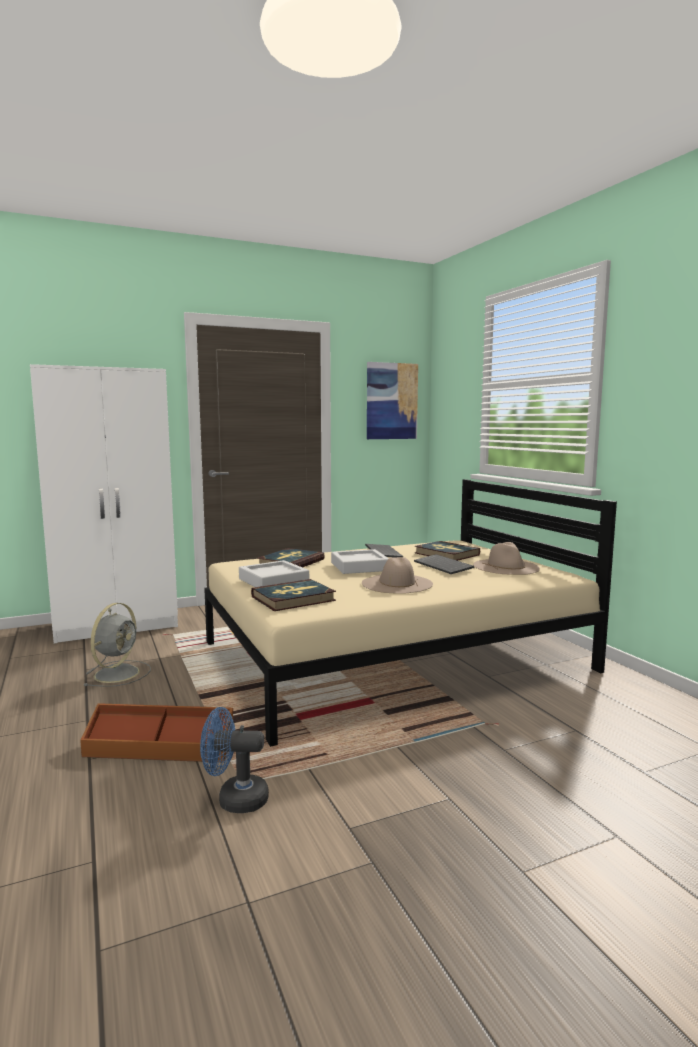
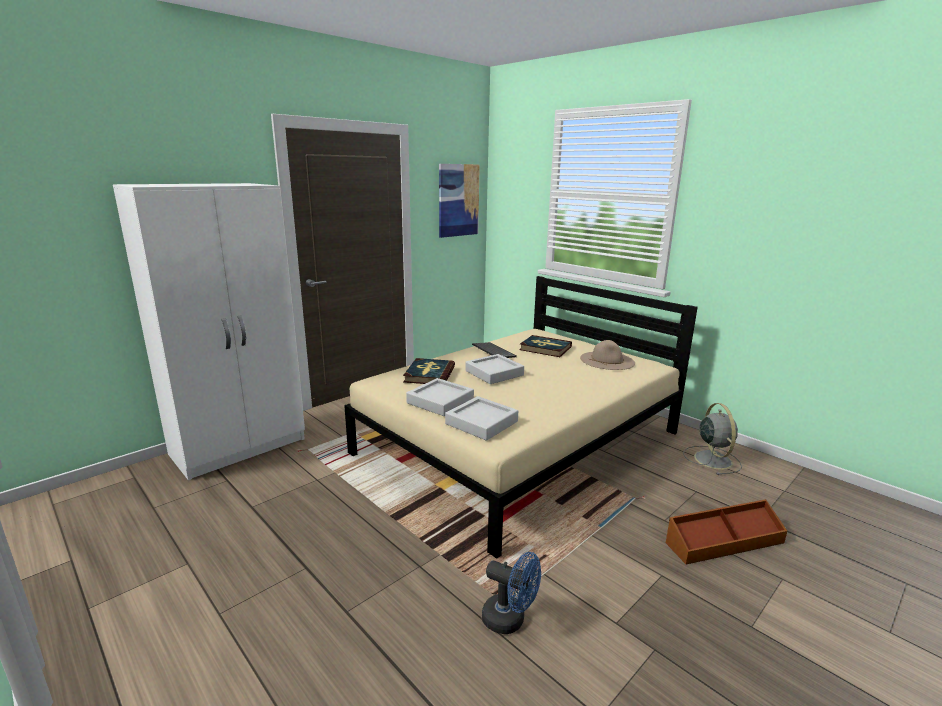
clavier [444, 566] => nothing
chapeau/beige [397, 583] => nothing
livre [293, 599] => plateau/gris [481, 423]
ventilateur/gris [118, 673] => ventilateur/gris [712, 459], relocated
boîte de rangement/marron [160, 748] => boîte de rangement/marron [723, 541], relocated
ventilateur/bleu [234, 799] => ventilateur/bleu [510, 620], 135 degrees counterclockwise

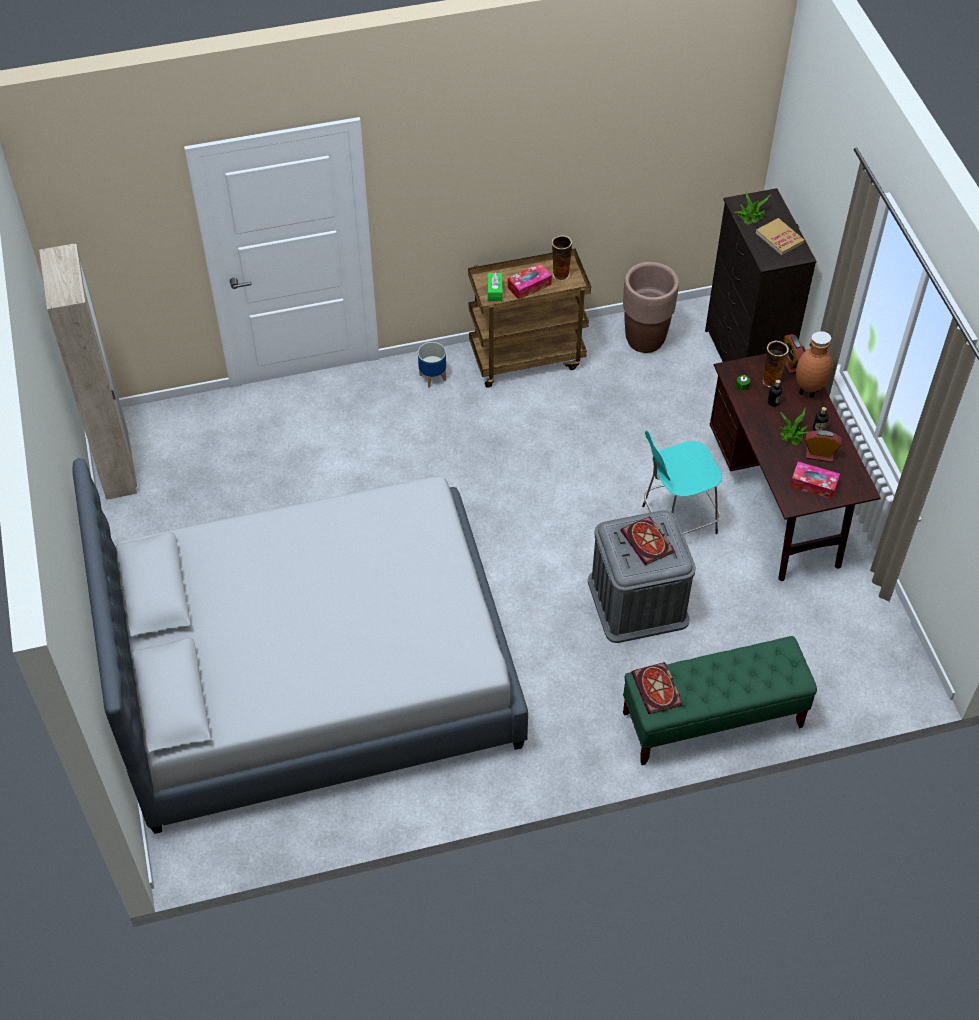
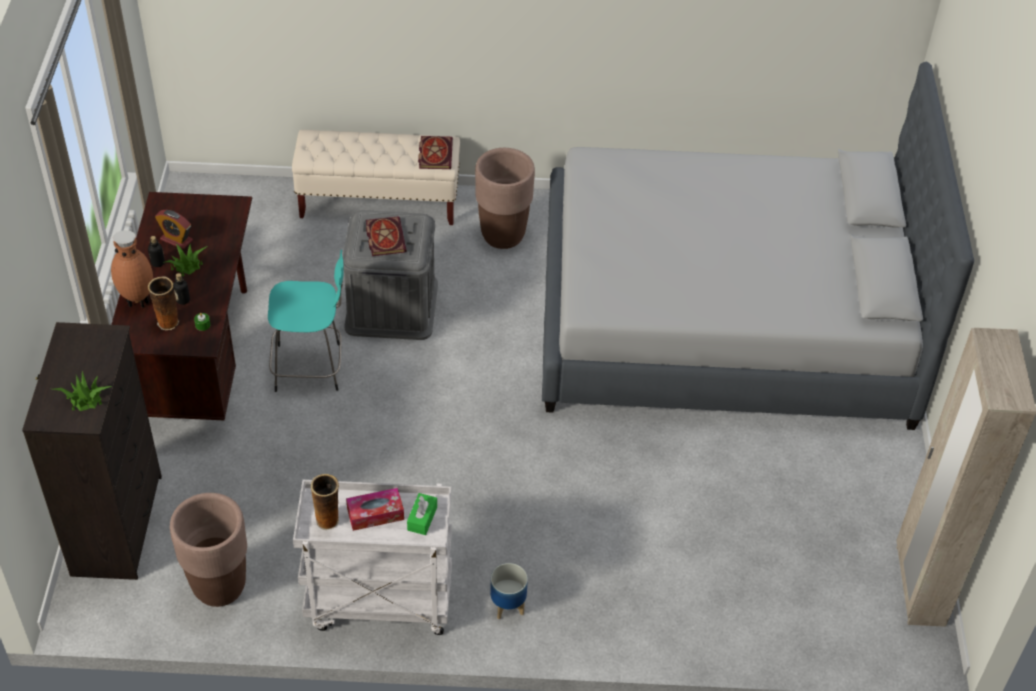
livre [779, 238] => nothing
chariot/marron [527, 357] => chariot/blanc [378, 603]
réveil [791, 363] => nothing
boîte à mouchoirs [813, 485] => nothing
banc/vert [712, 720] => banc/beige [379, 203]
nothing => cache-pot/marron [503, 235]

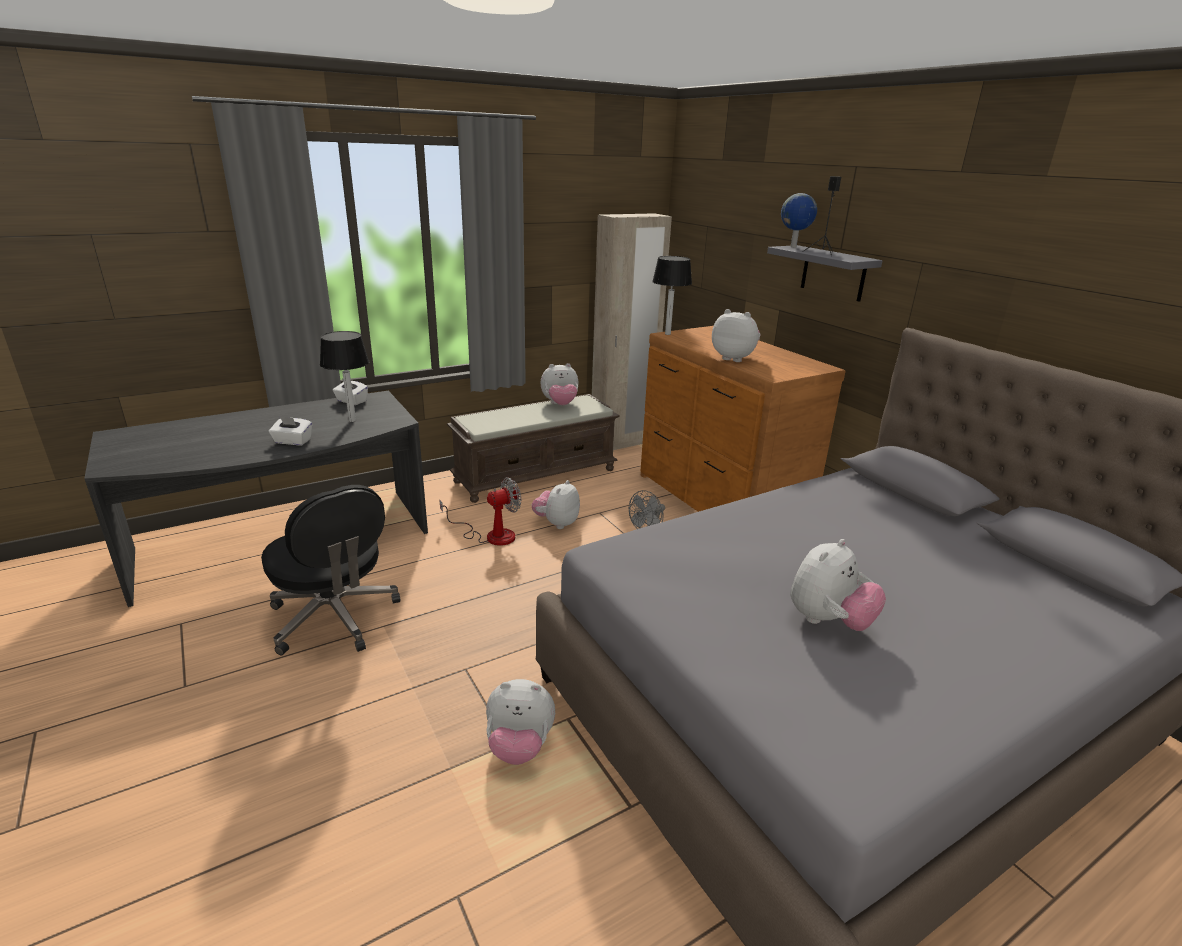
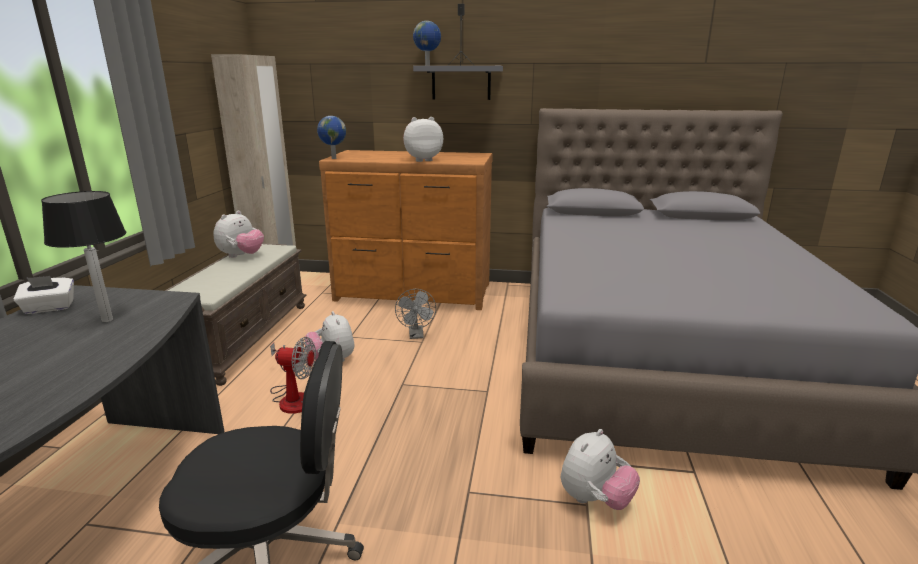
lampe de table [667, 334] => globe [333, 158]
boîte à mouchoirs/blanc [293, 441] => nothing
ventilateur [491, 535] => ventilateur [293, 397], 90 degrees clockwise
peluche [828, 621] => nothing

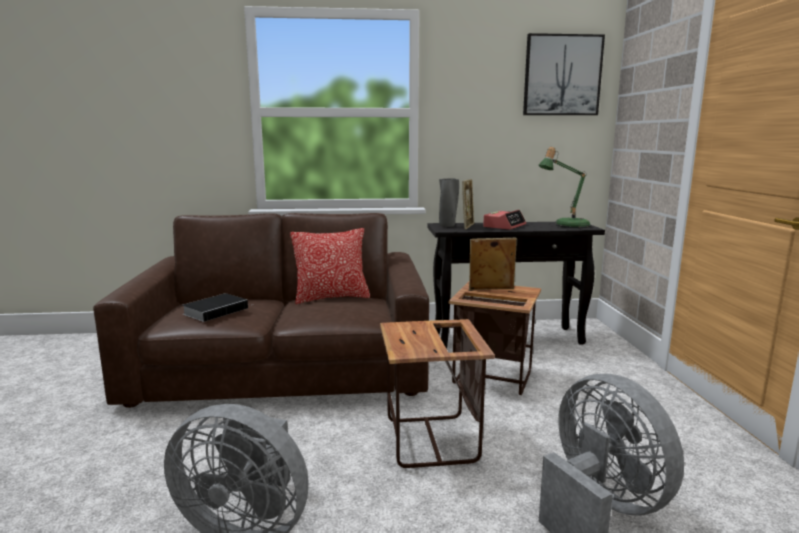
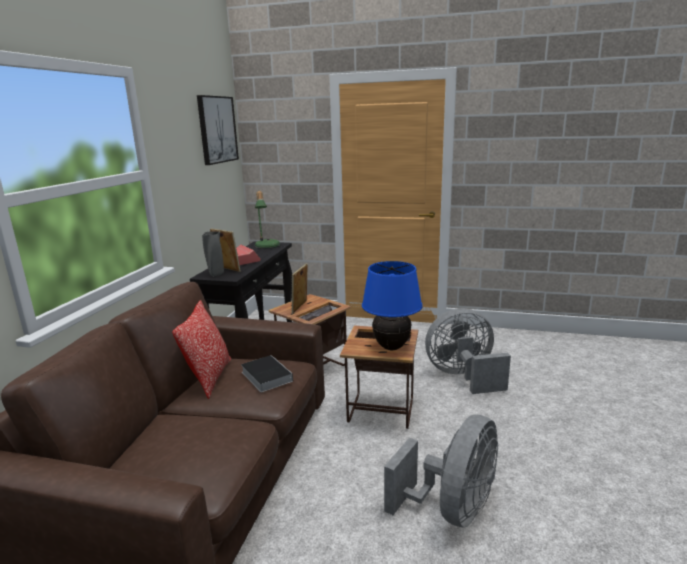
livre [217, 310] => livre [265, 376], relocated
nothing => lampe de table/bleu [391, 347]

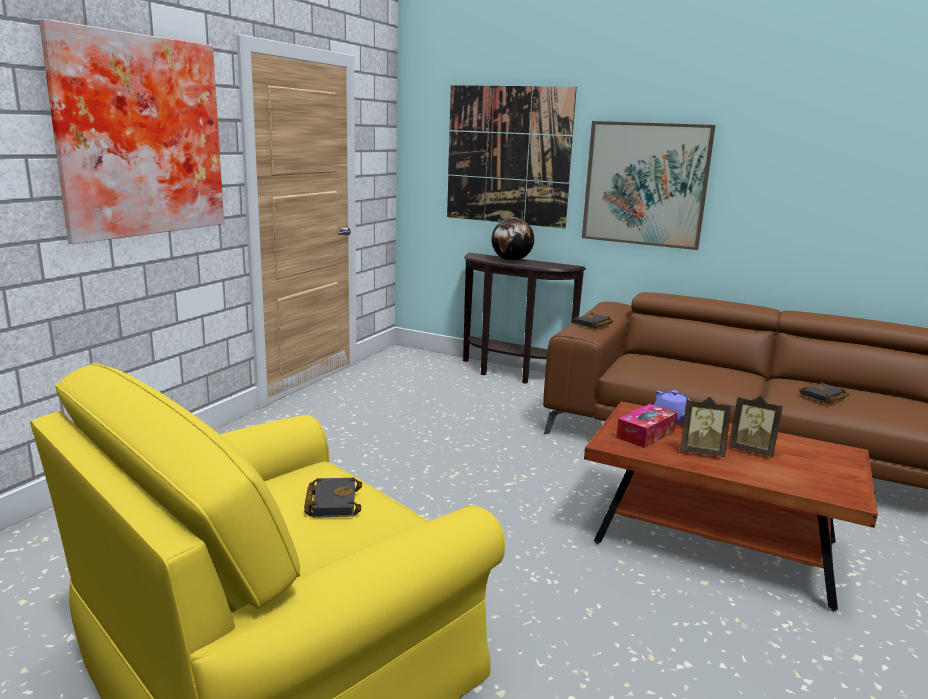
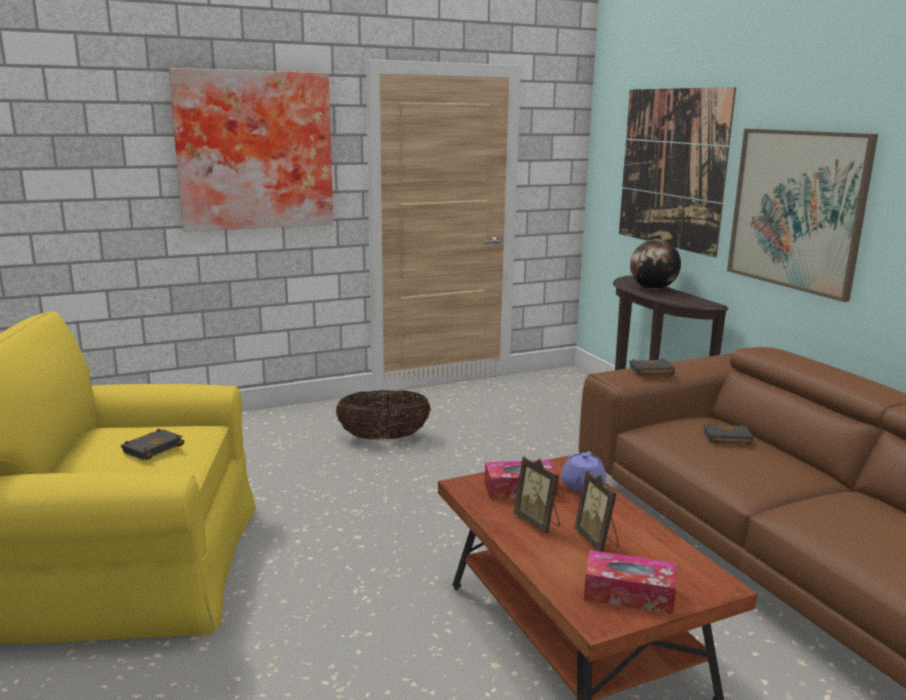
livre/noir [824, 397] => livre/noir [726, 439], relocated
nothing => panier [384, 438]
nothing => boîte à mouchoirs [628, 593]

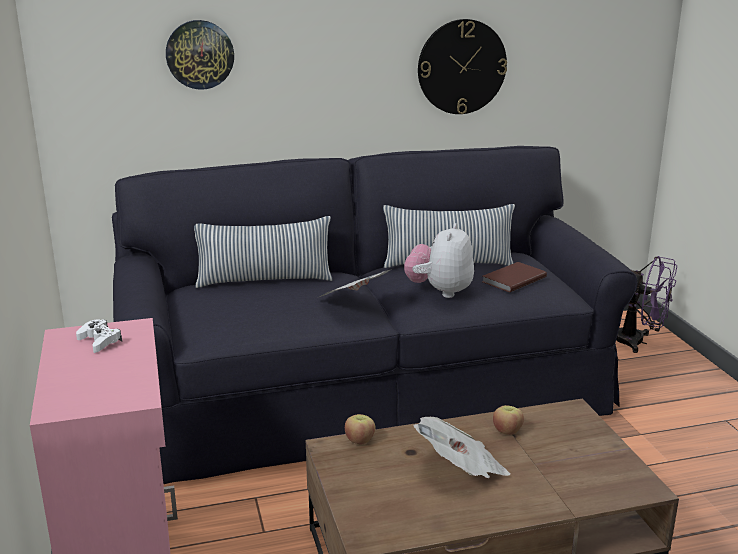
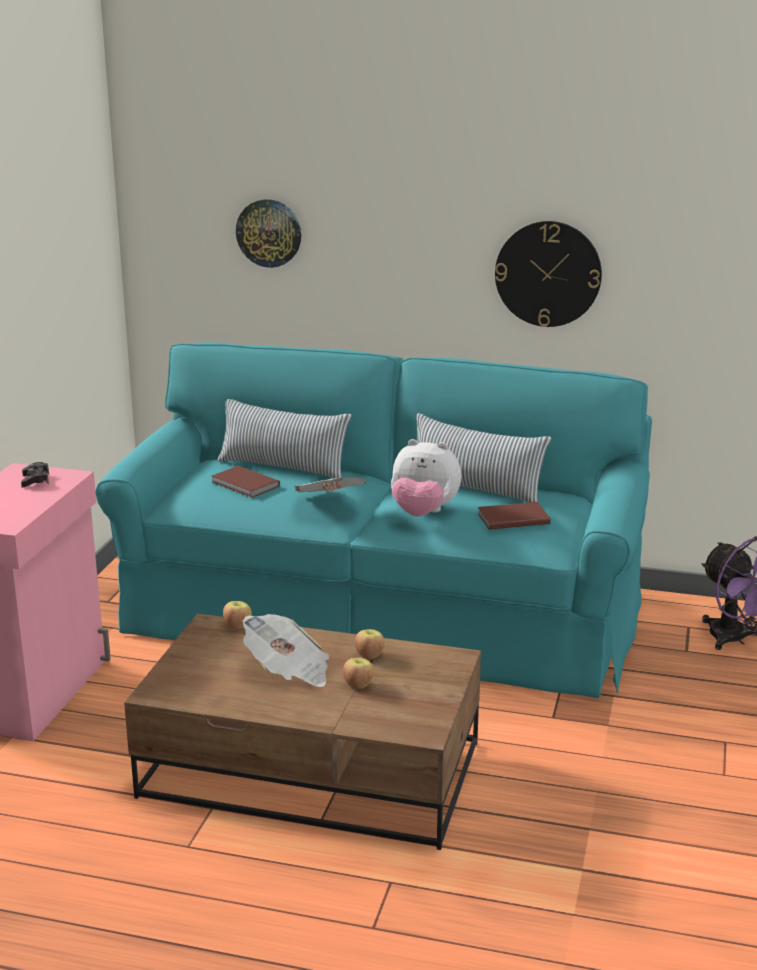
canapé/noir [369, 394] => canapé/turquoise [378, 611]
peluche [440, 291] => peluche [423, 513], 120 degrees counterclockwise
manette/blanc [99, 341] => manette/noir [35, 480]
nothing => livre/marron [244, 485]
nothing => pomme [358, 685]

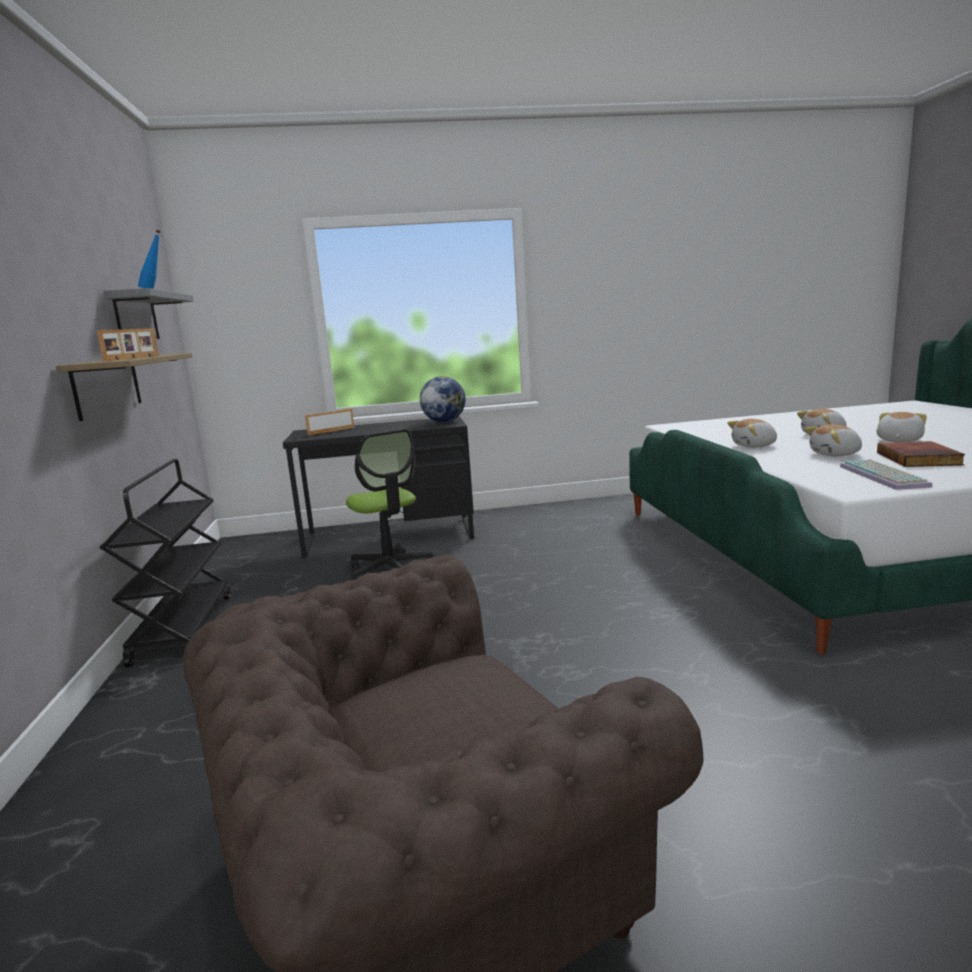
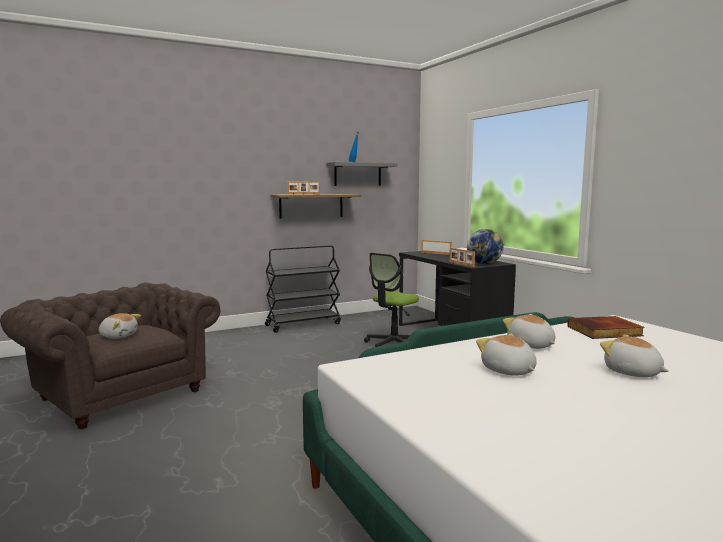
peluche [898, 441] => peluche [118, 336], relocated
livre [920, 458] => livre [604, 331], relocated
clavier [885, 476] => nothing
nothing => cadre photo [461, 264]

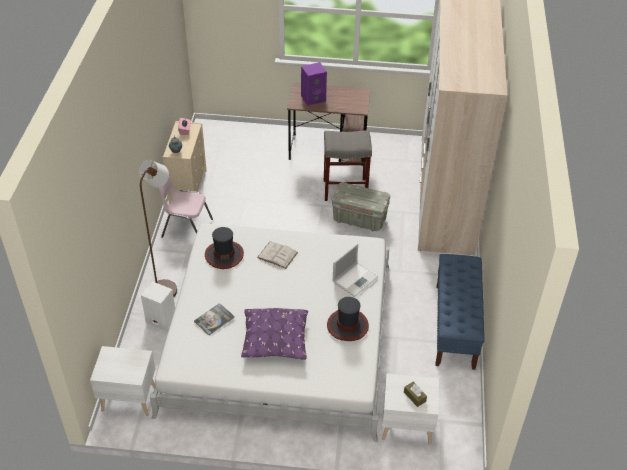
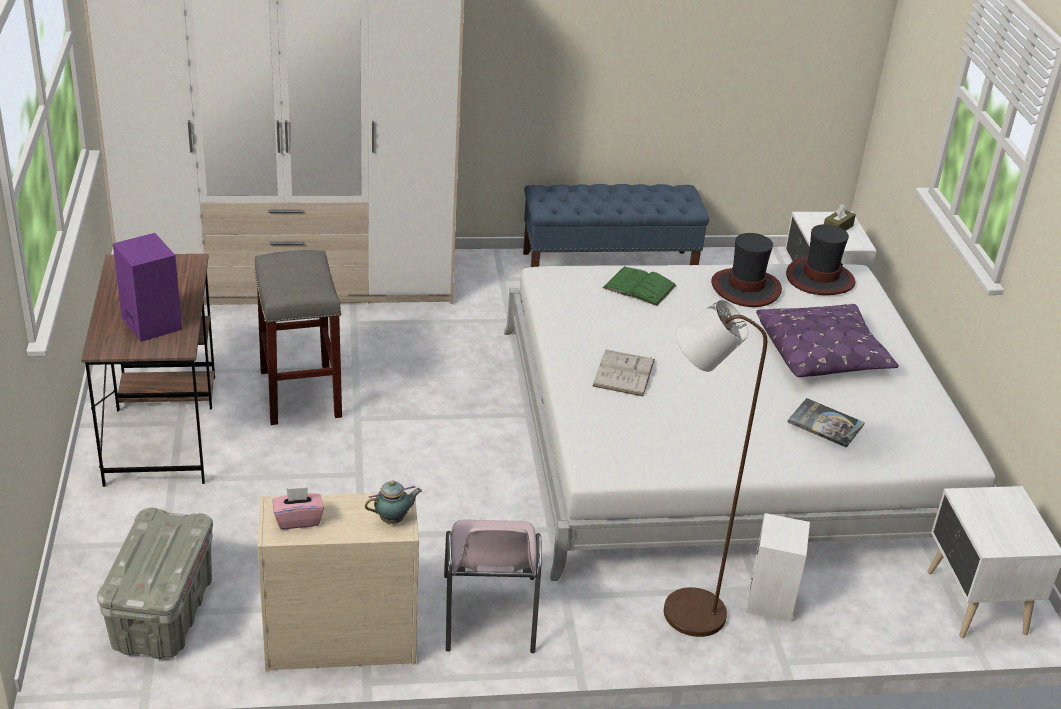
boîte de rangement/gris [359, 219] => boîte de rangement/gris [163, 613], relocated
chapeau [224, 255] => chapeau [820, 278], relocated
ordinateur portable [355, 279] => livre/vert [639, 286]

